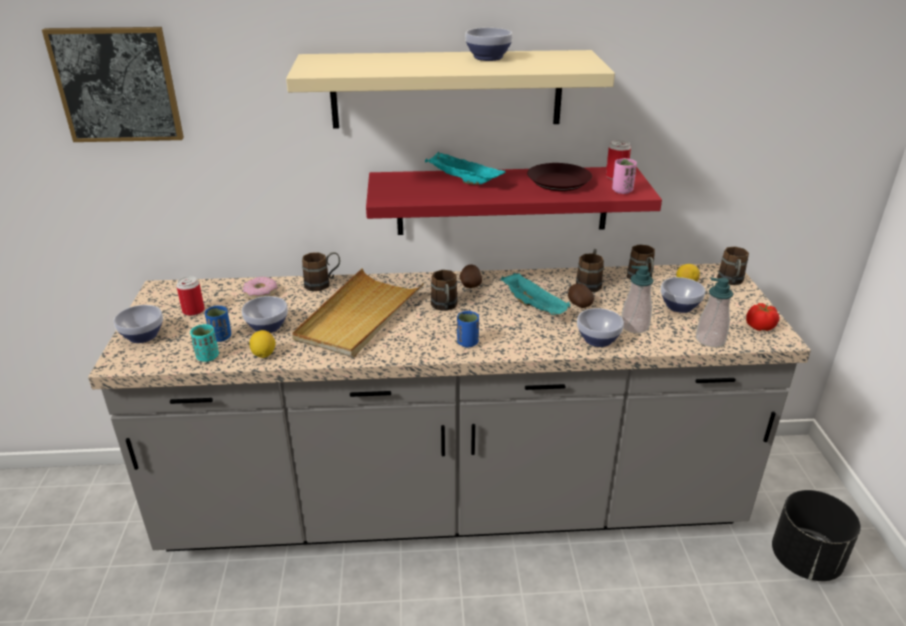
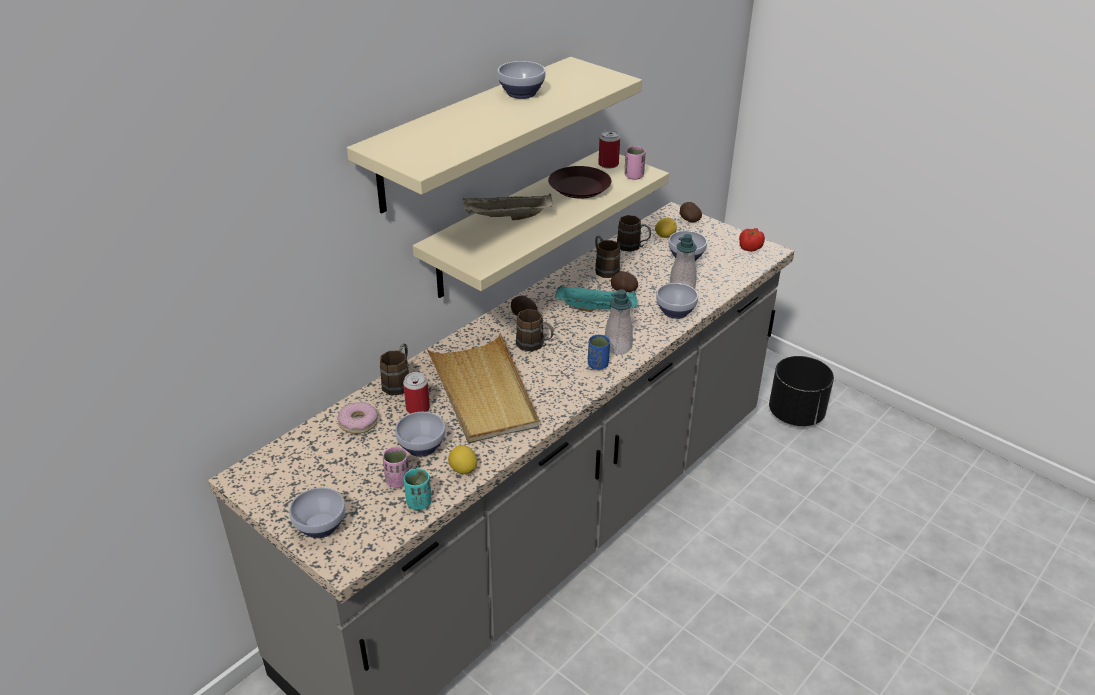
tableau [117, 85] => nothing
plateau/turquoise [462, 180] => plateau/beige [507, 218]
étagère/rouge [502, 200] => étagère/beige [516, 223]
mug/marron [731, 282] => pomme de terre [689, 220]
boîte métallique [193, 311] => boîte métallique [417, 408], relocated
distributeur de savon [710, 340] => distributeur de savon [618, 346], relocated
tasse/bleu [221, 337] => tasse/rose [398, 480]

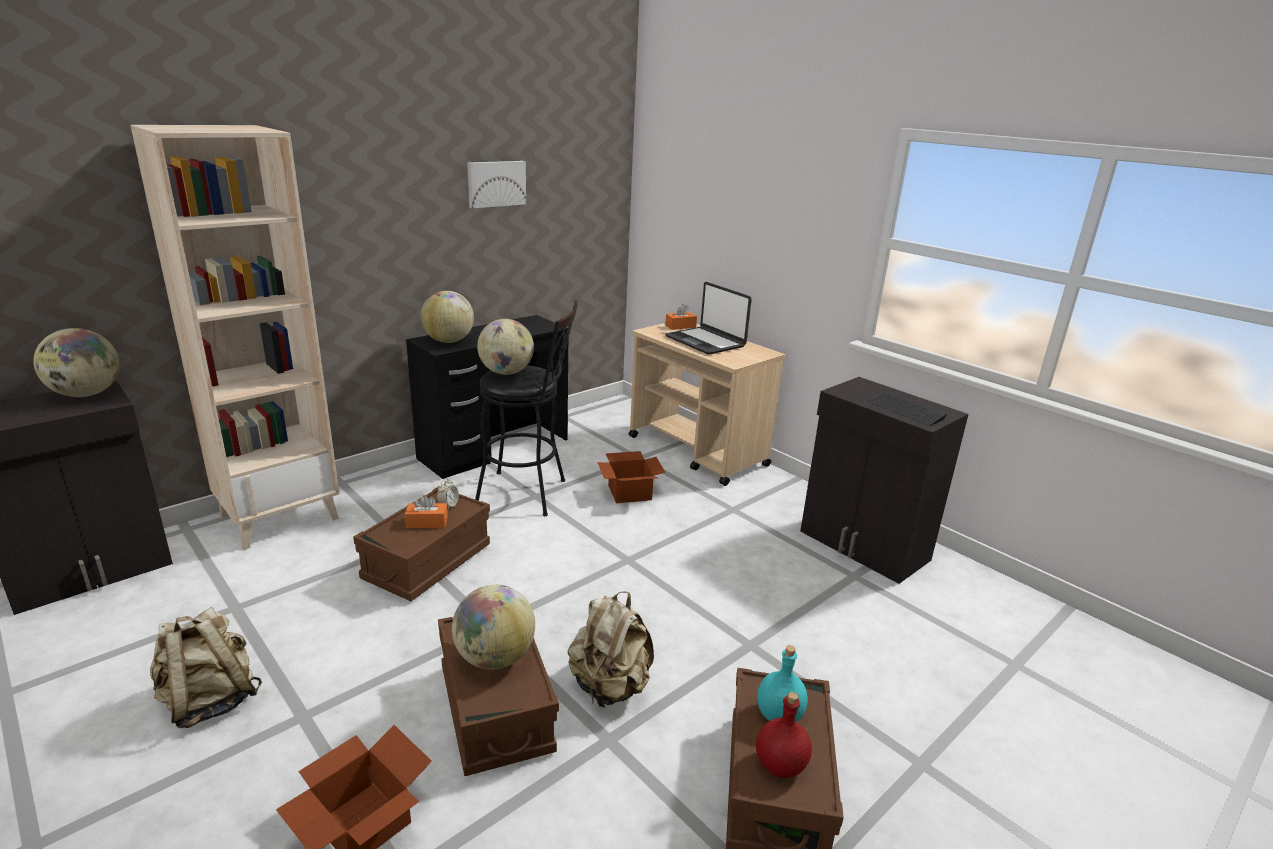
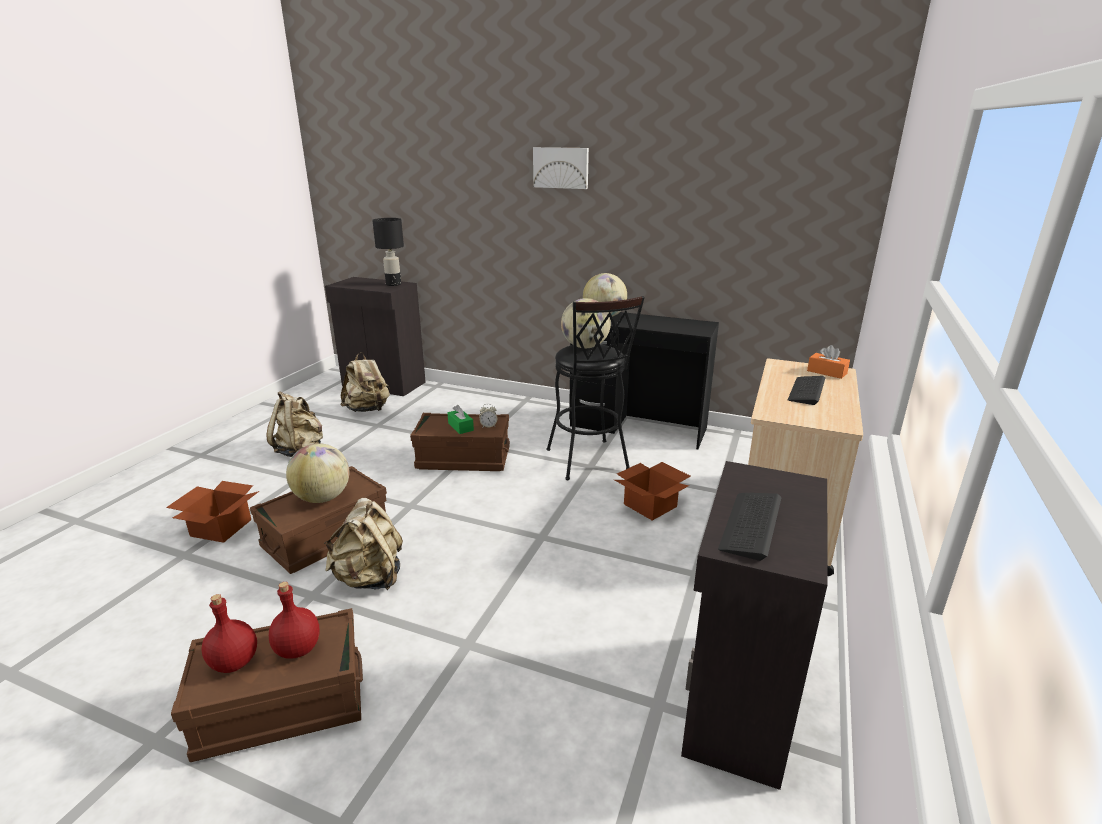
bibliothèque/beige [280, 517] => nothing
tableau [496, 183] => tableau [561, 167], relocated
ordinateur portable [706, 342] => clavier [806, 391]
globe [86, 394] => lampe de table/noir [393, 284]
boîte à mouchoirs/orange [427, 522] => boîte à mouchoirs/vert [460, 427]
bouteille/turquoise [778, 716] => bouteille/rouge [297, 649]
nothing => sac à dos/beige [368, 410]

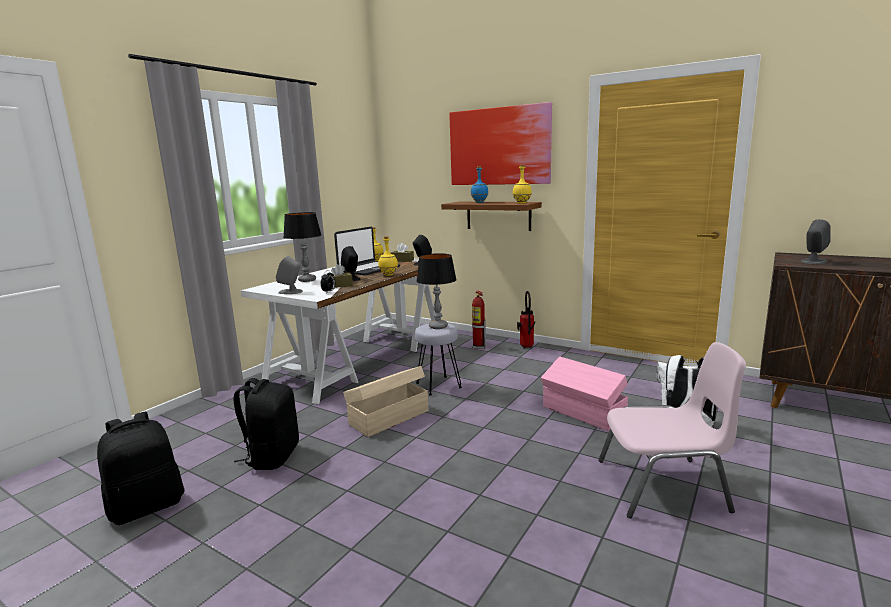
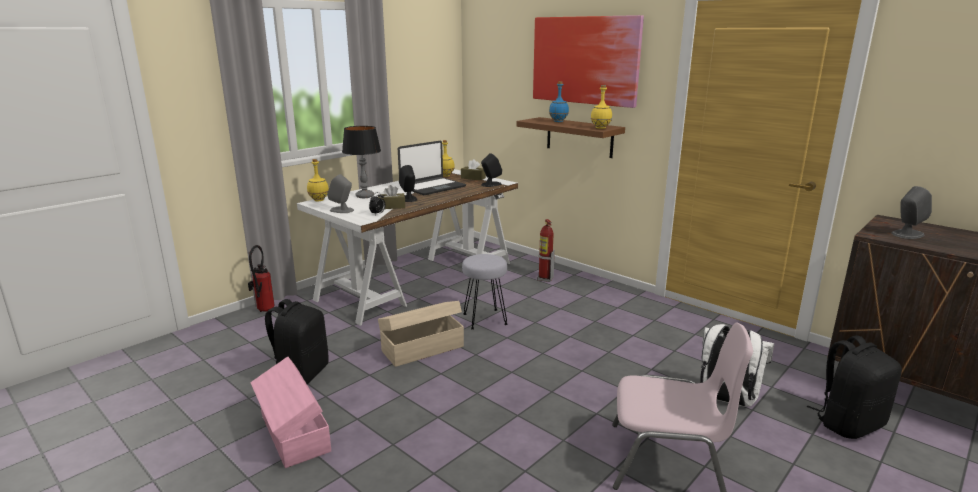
bouteille/jaune [388, 275] => bouteille/jaune [319, 200], relocated
lampe de table [438, 327] => nothing
extincteur [526, 347] => extincteur [263, 311], relocated
boîte de rangement/rose [583, 413] => boîte de rangement/rose [293, 434], relocated
sac à dos/noir [147, 506] => sac à dos/noir [848, 423], relocated

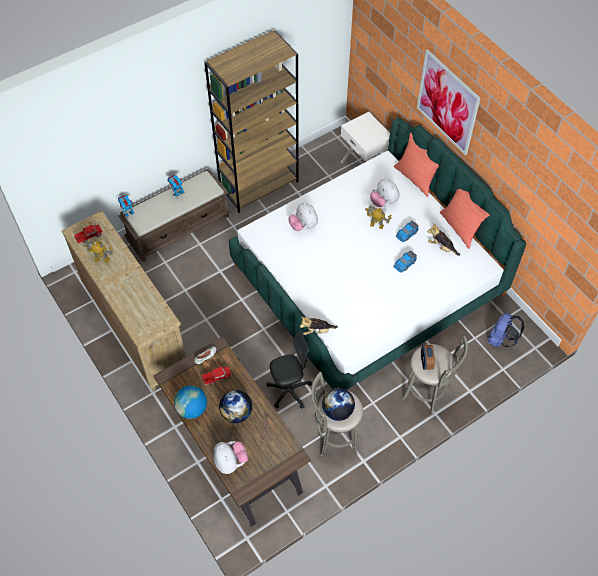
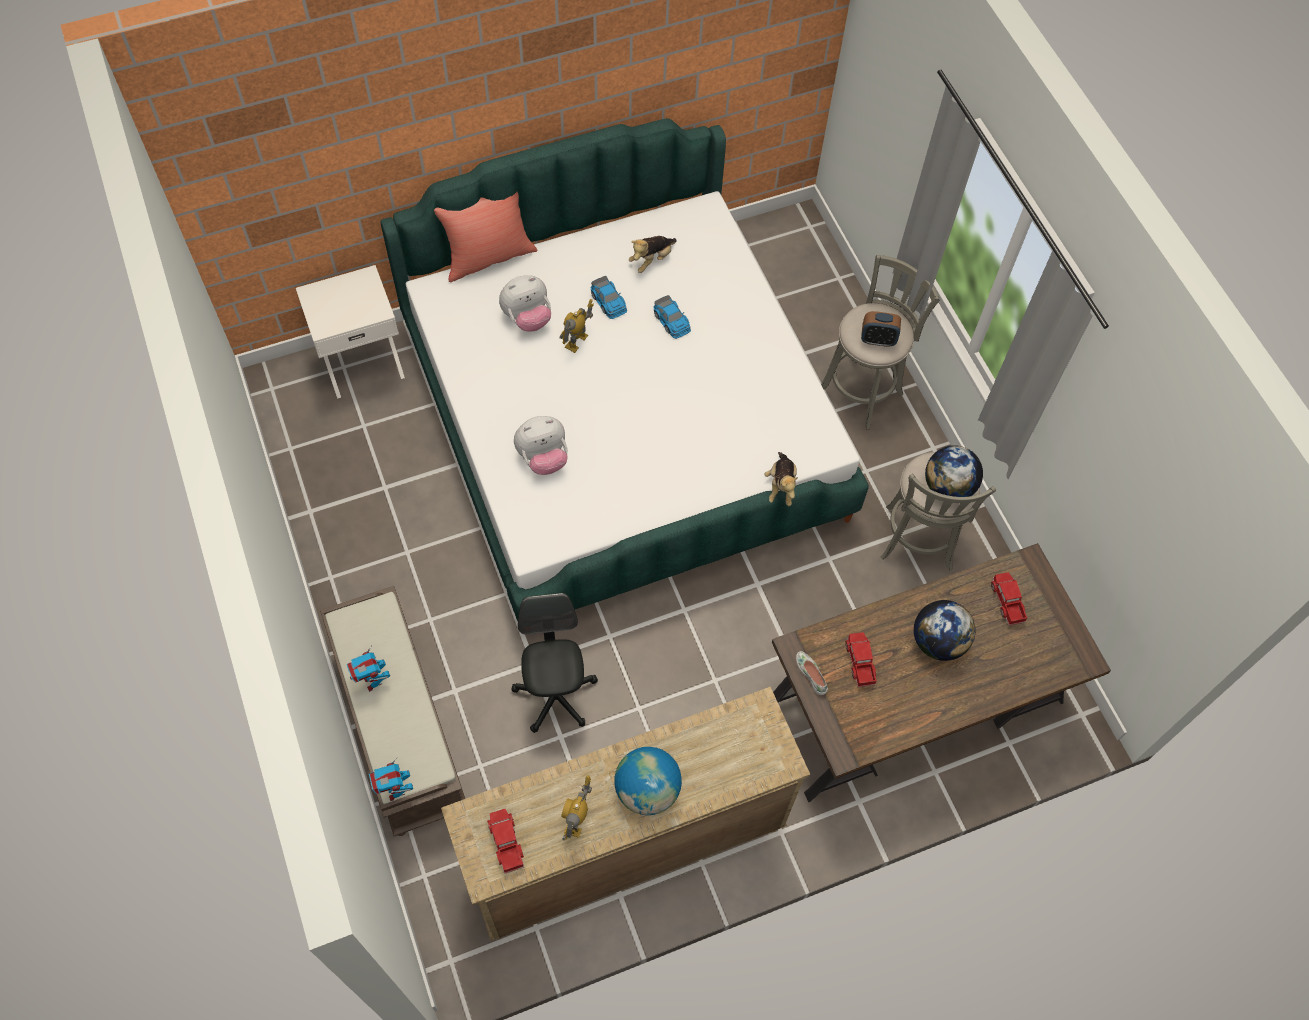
bibliothèque/marron [259, 185] => nothing
tableau [447, 102] => nothing
coussin/rouge [460, 227] => nothing
sac à dos/bleu [501, 339] => nothing
chaise de bureau/noir [289, 391] => chaise de bureau/noir [555, 695], relocated
globe [192, 409] => globe [647, 790], relocated
peluche [230, 462] => nothing
nothing => camion jouet [1007, 602]

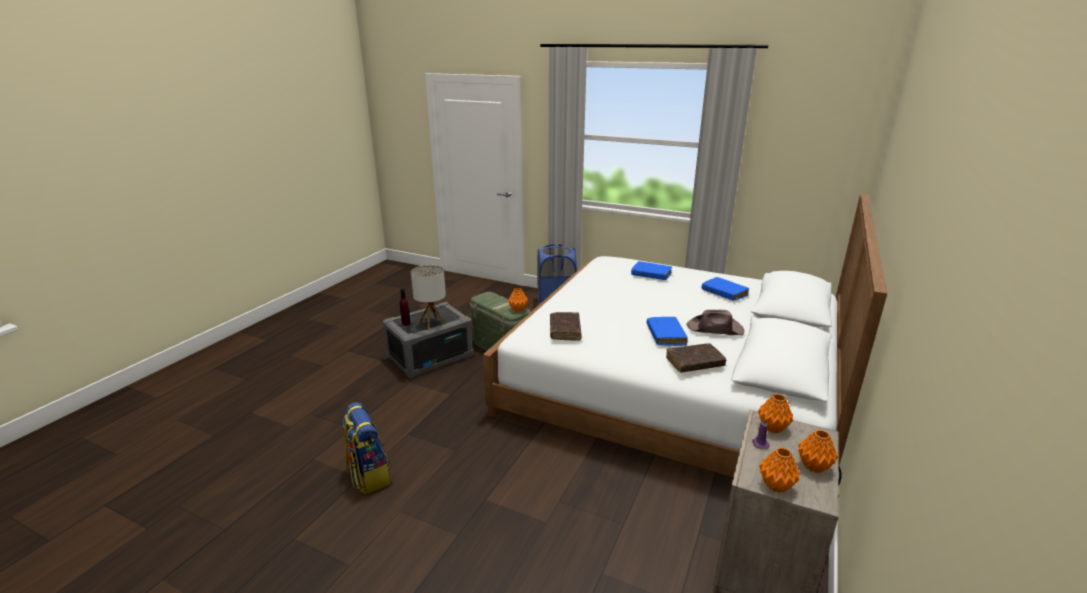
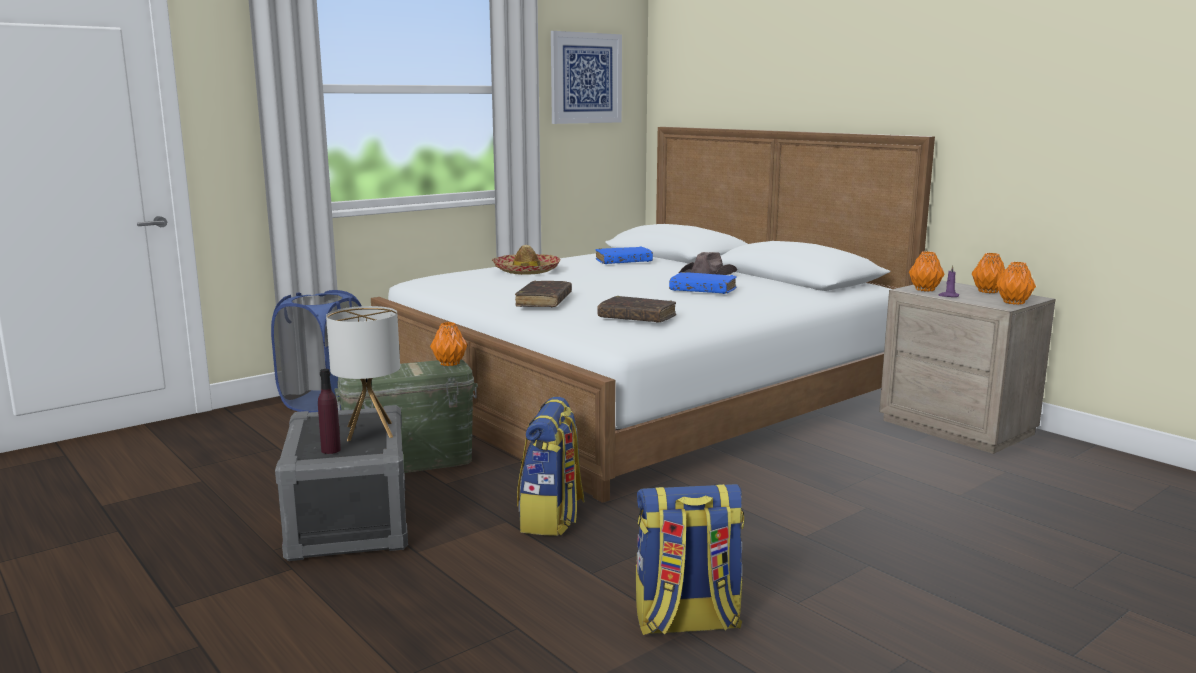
livre/bleu [651, 275] => chapeau [526, 271]
livre/marron [694, 363] => livre/marron [544, 301], relocated
nothing => tableau [586, 78]
nothing => sac à dos [552, 518]

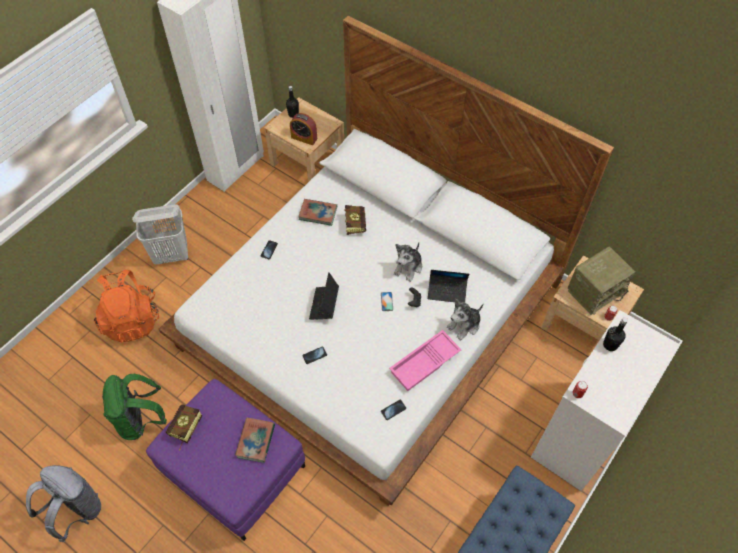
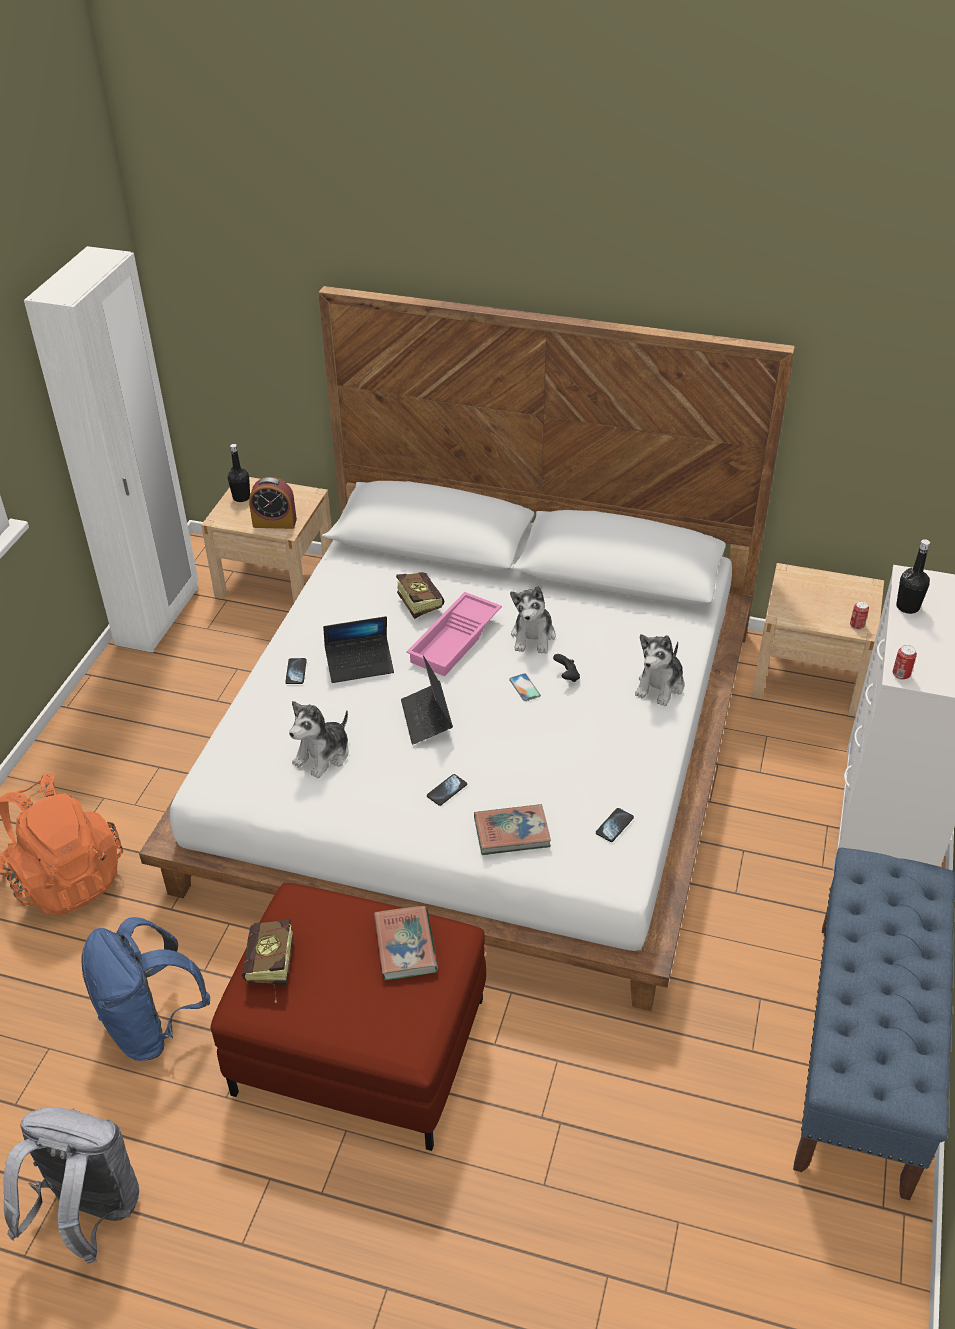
livre [318, 213] => livre [512, 833], relocated
panier à linge/blanc [172, 255] => nothing
radio [595, 291] => nothing
ordinateur portable [447, 291] => ordinateur portable [360, 665], relocated
plateau/rose [425, 364] => plateau/rose [456, 640], relocated
sac à dos/vert [141, 420] => sac à dos/bleu [152, 1025]
pouf/violet [235, 469] => pouf/rouge [362, 1045]
nothing => peluche [323, 755]

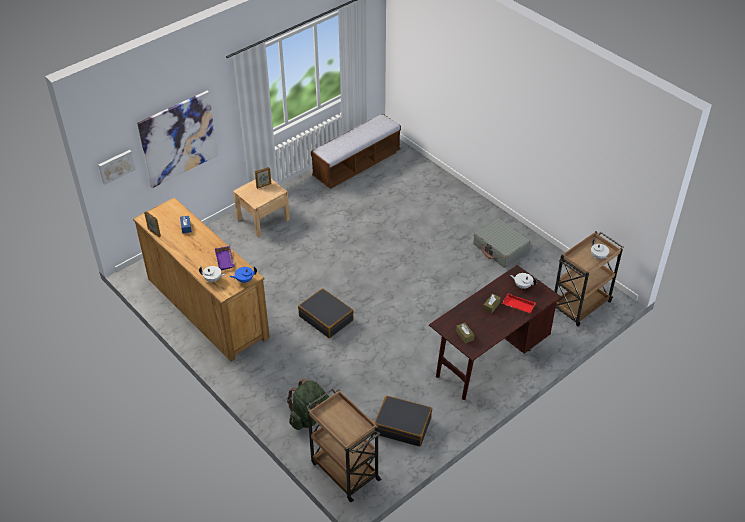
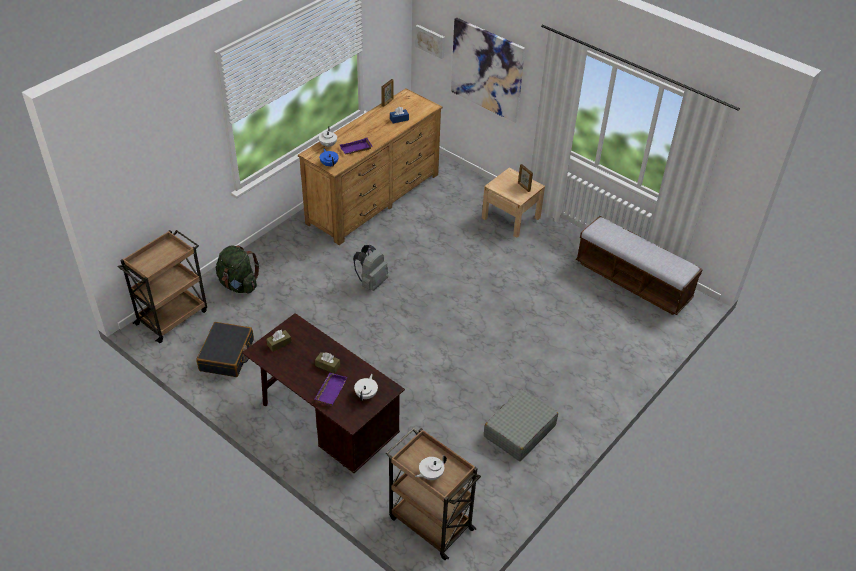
valise/noir [326, 318] => sac à dos/gris [371, 282]
plateau/rouge [517, 306] => plateau/violet [330, 390]

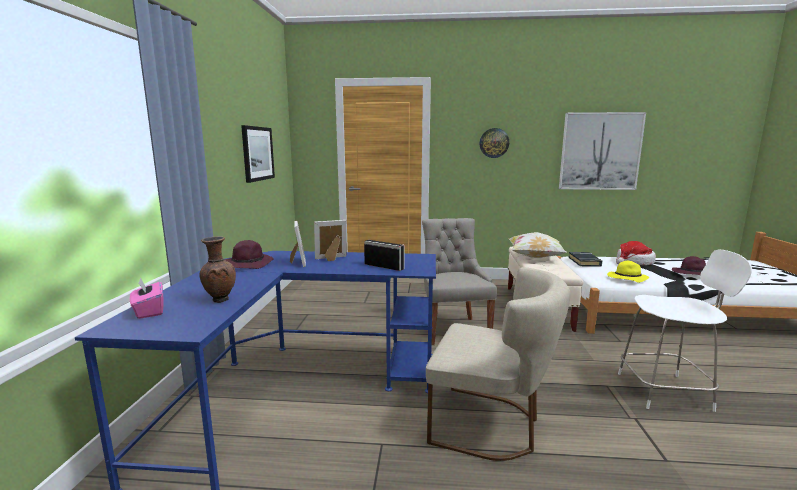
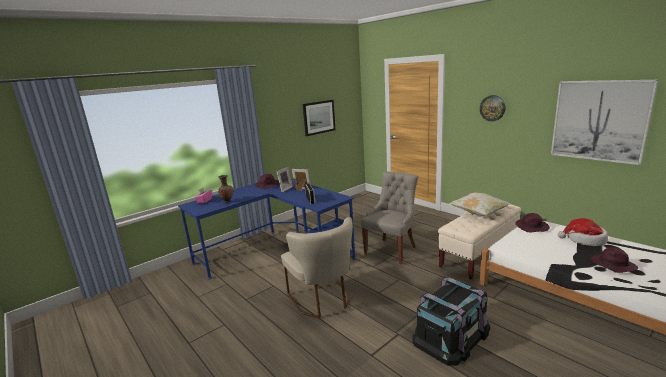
chaise/blanc [666, 391] => boîte de rangement/noir [451, 335]
livre/noir [584, 262] => chapeau/violet [532, 227]
chapeau/jaune [626, 279] => nothing

